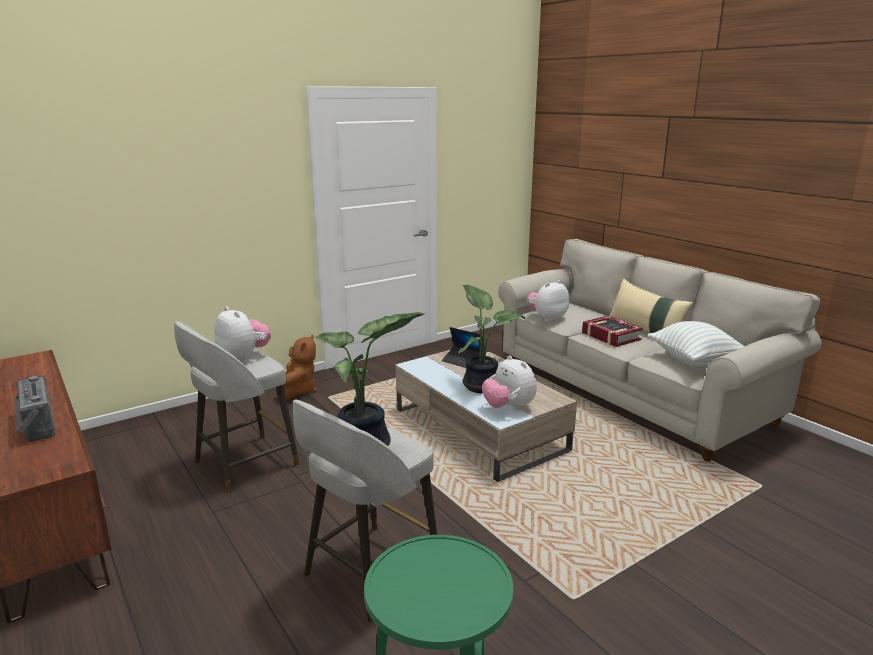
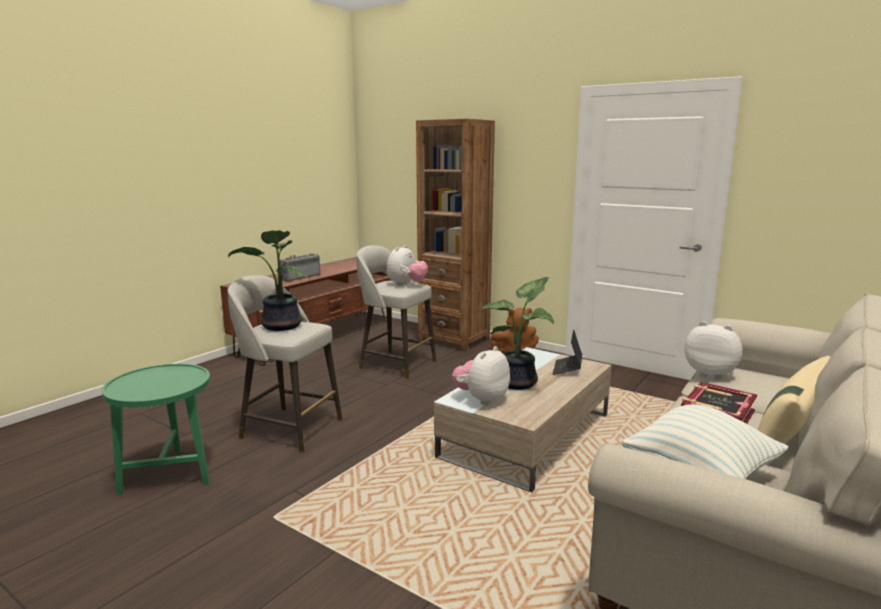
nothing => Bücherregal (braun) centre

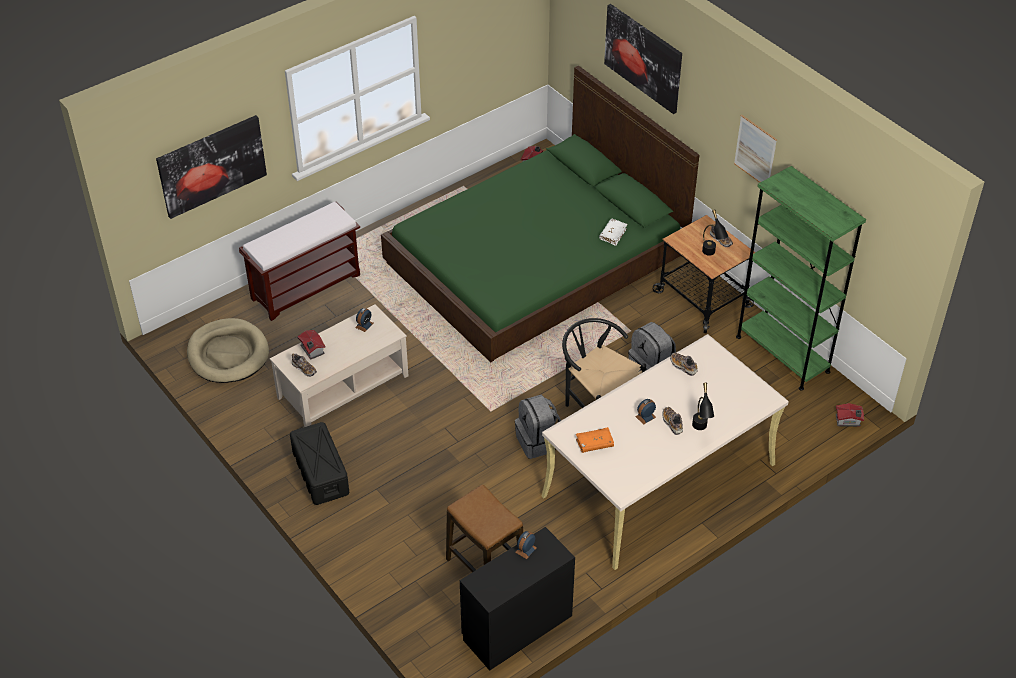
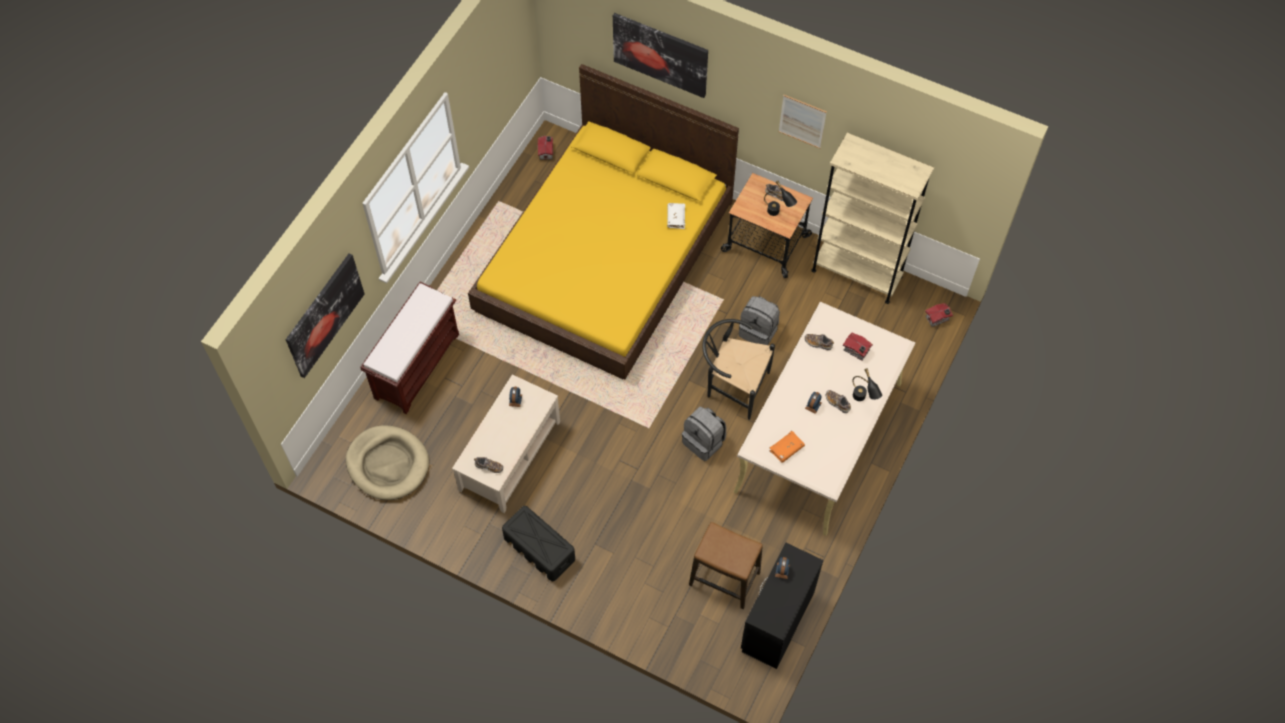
Spielzeughaus (no. 1 from left in the first image) middle left => Spielzeughaus (no. 2 from left) middle right, shifted
Bett (grün) top centre => Bett (gelb) top centre
Bücherregal (grün) middle right => Bücherregal (beige) top right

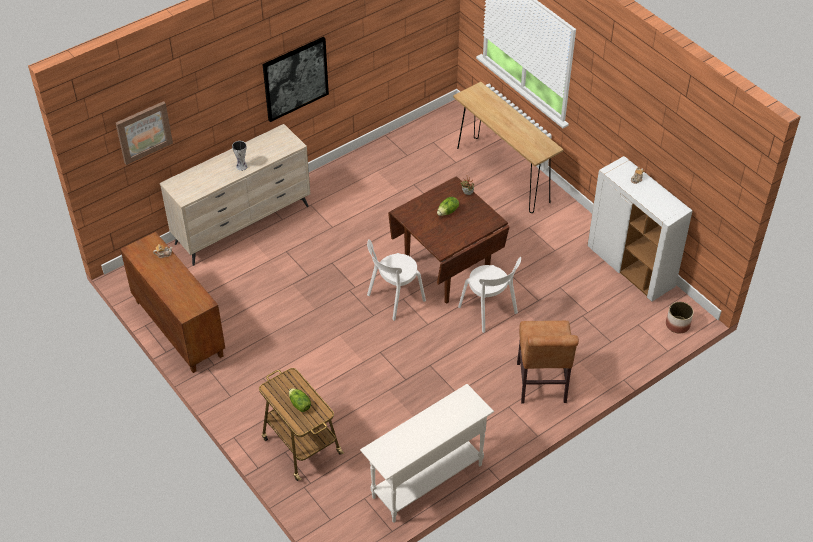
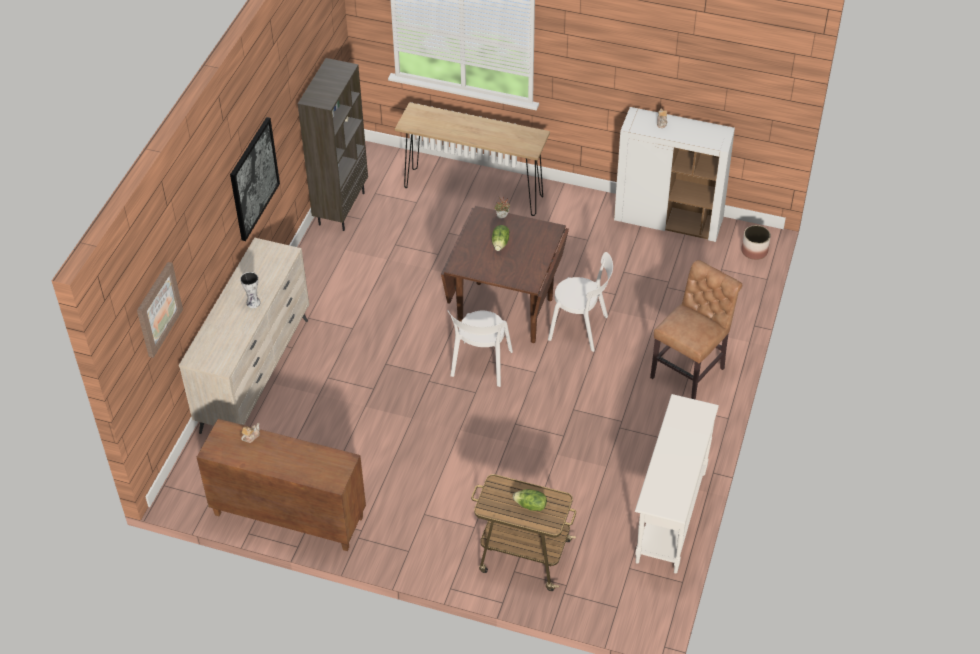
Stuhl (braun) bottom right => Stuhl (braun) middle right, 105 degrees counterclockwise
nothing => Bücherregal (braun) top centre

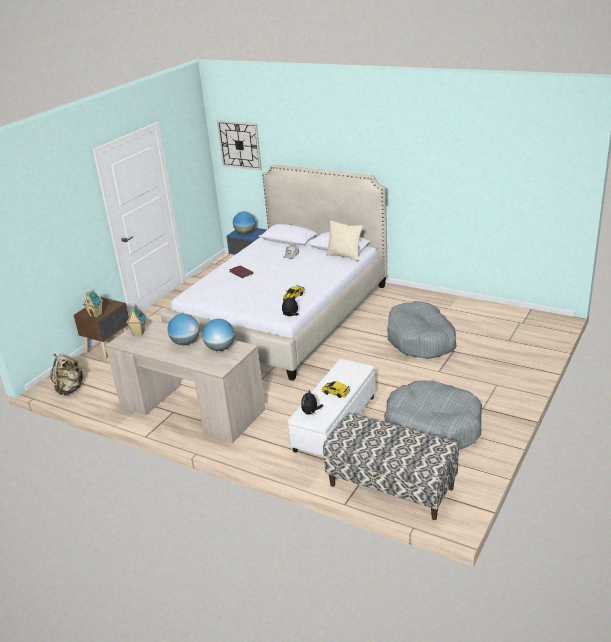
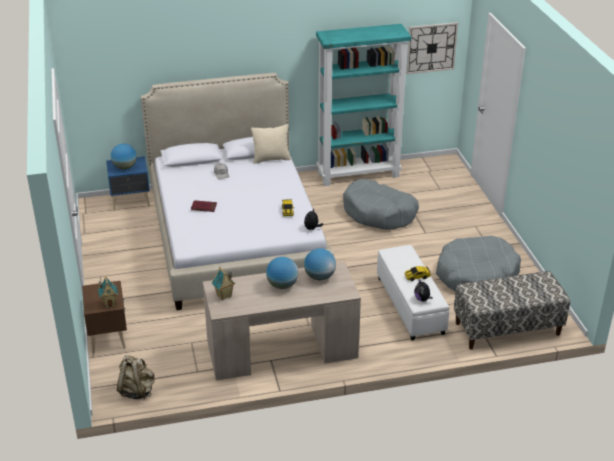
Wanduhr top centre => Wanduhr top right, shifted
nothing => Bücherregal (türkis) top centre

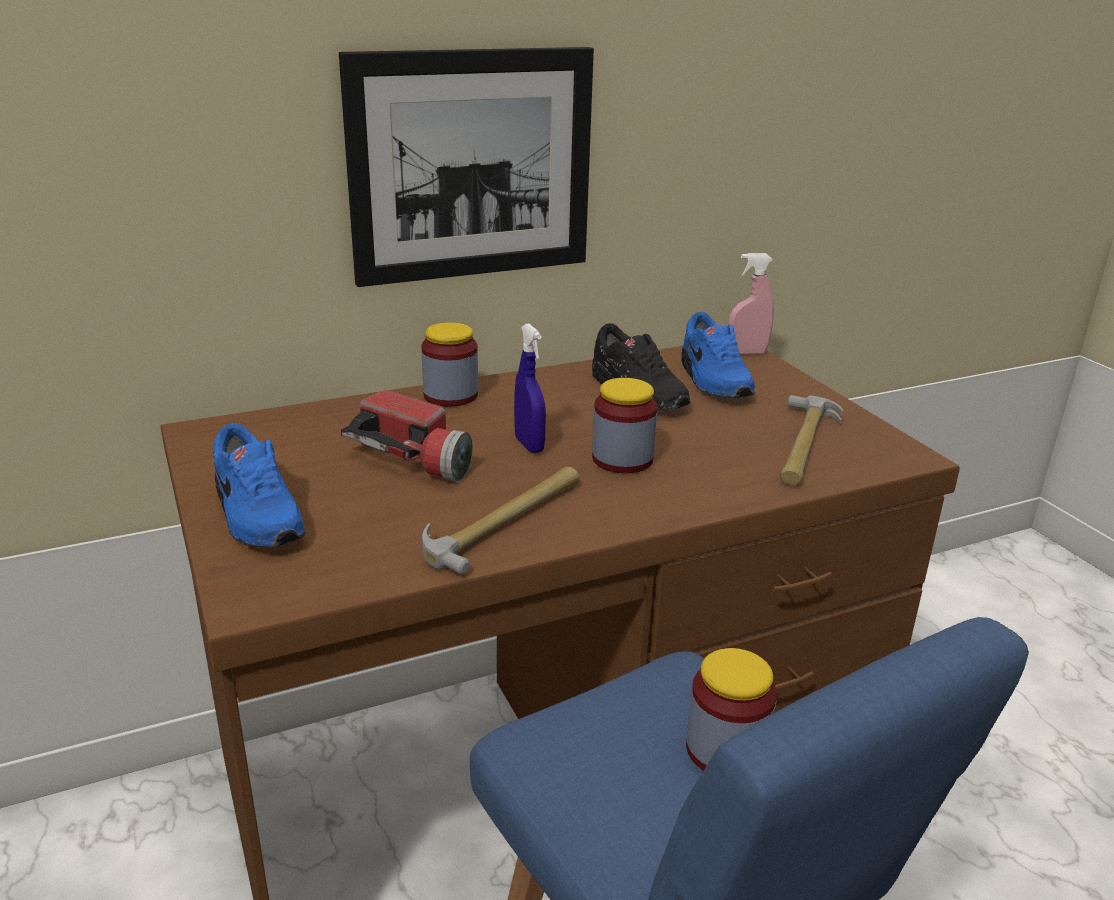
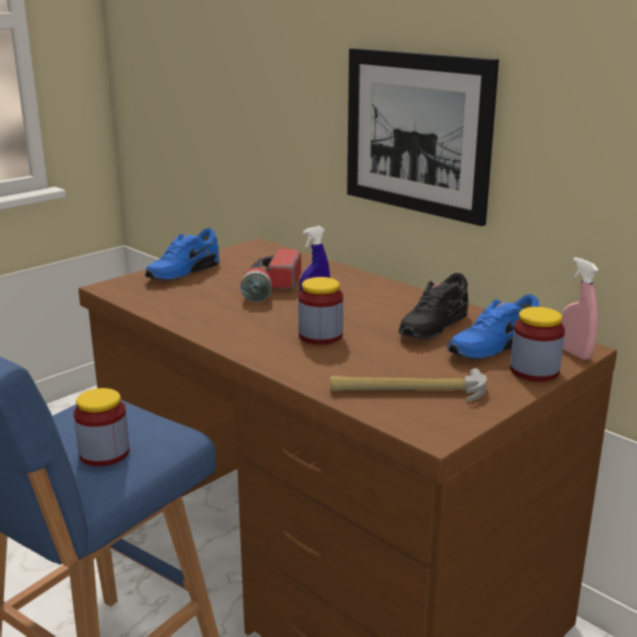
Vorratsglas (no. 1 from left in the first image) centre => Vorratsglas (no. 3 from left) middle right, shifted
Hammer (no. 1 from left) centre => nothing

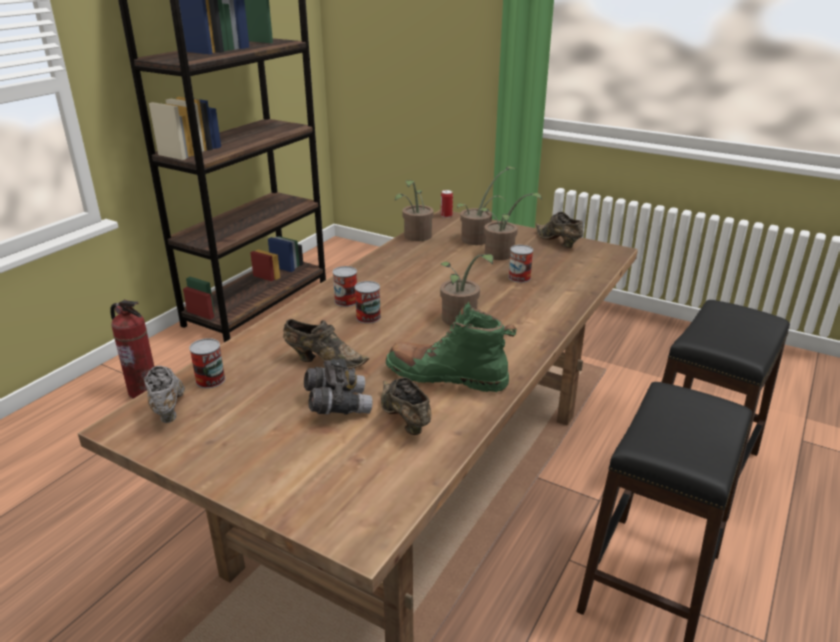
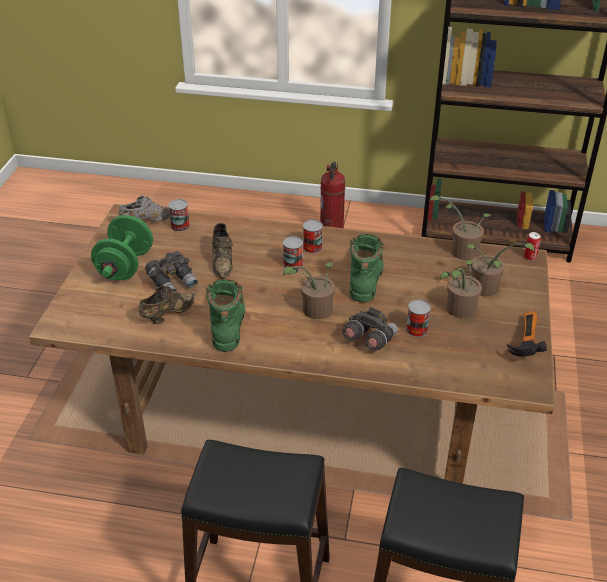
Schuh (braun) (no. 3 from left) centre => Hammer middle right
nothing => Hantel (grün) middle left
nothing => Fernglas (grau) (no. 2 from left) centre
nothing => Stiefel (grün) (no. 2 from left) centre

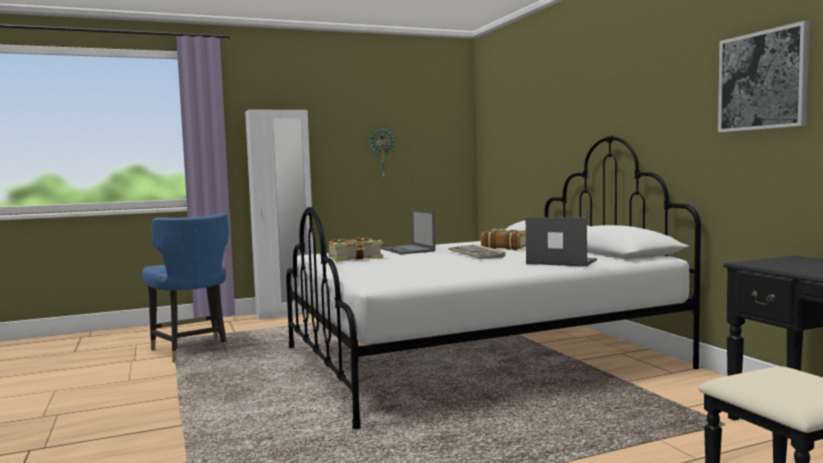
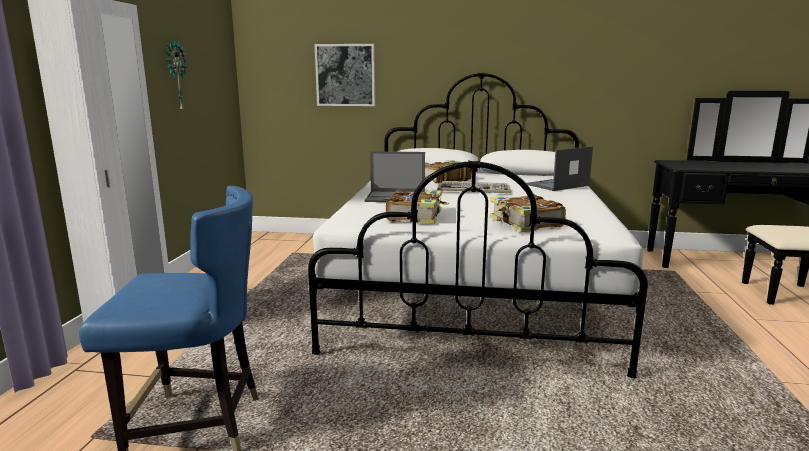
Bild top right => Bild top centre, shifted
nothing => Buch (no. 3 from left) centre

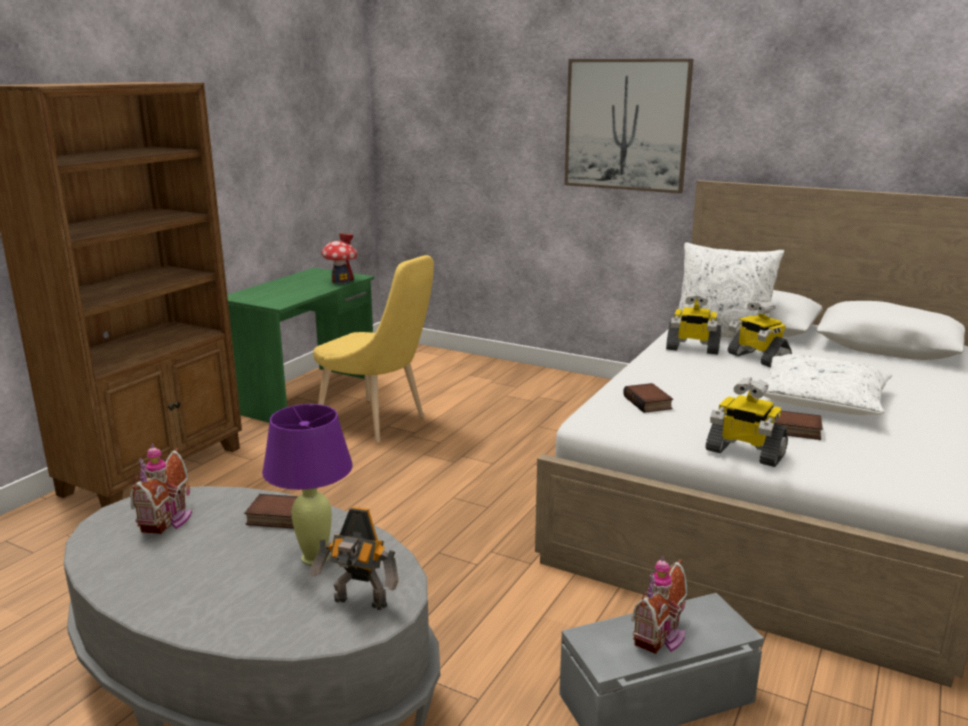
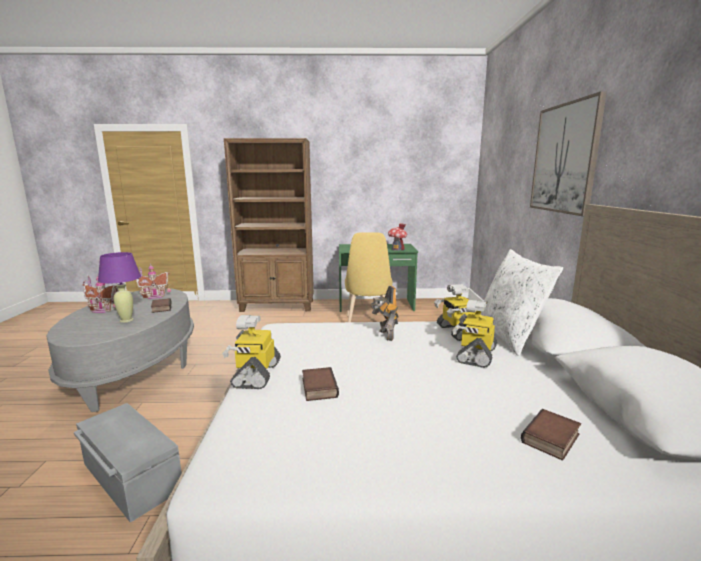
Spielzeugroboter (no. 1 from left in the first image) bottom centre => Spielzeugroboter (no. 2 from left) centre, shifted
Buch (no. 2 from left in the first image) middle right => Buch (no. 3 from left) bottom right, shifted
Spielzeughaus (no. 3 from left in the first image) bottom right => Spielzeughaus (no. 1 from left) middle left, shifted
Kissen (weiß) (no. 2 from left) middle right => nothing

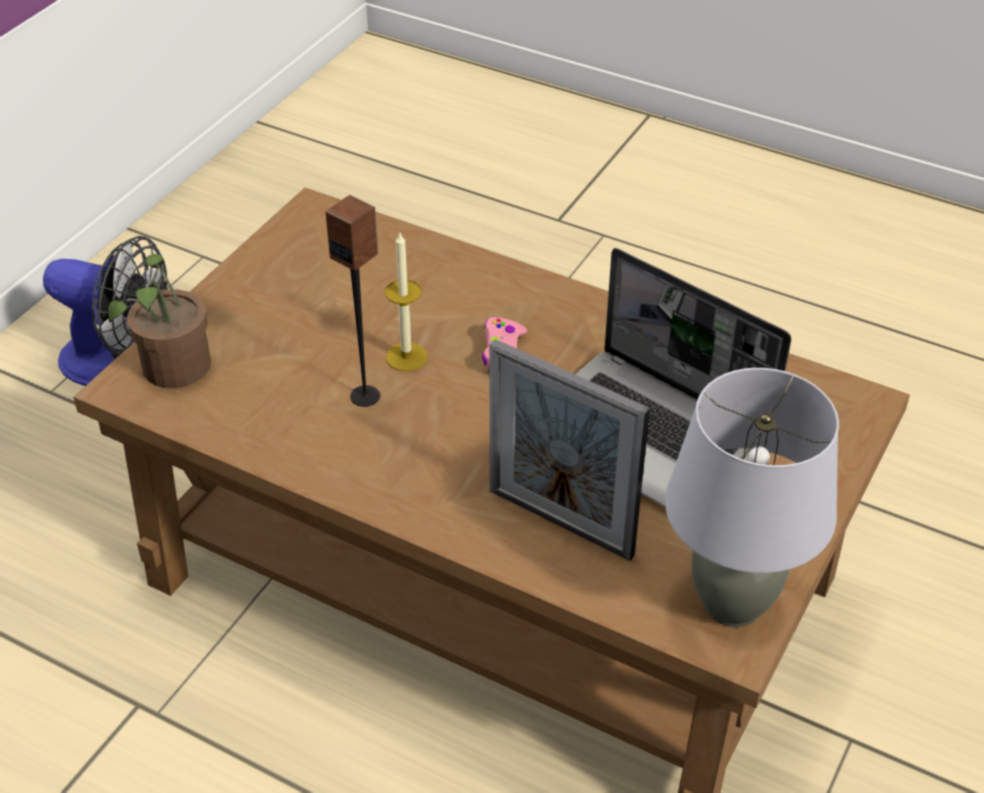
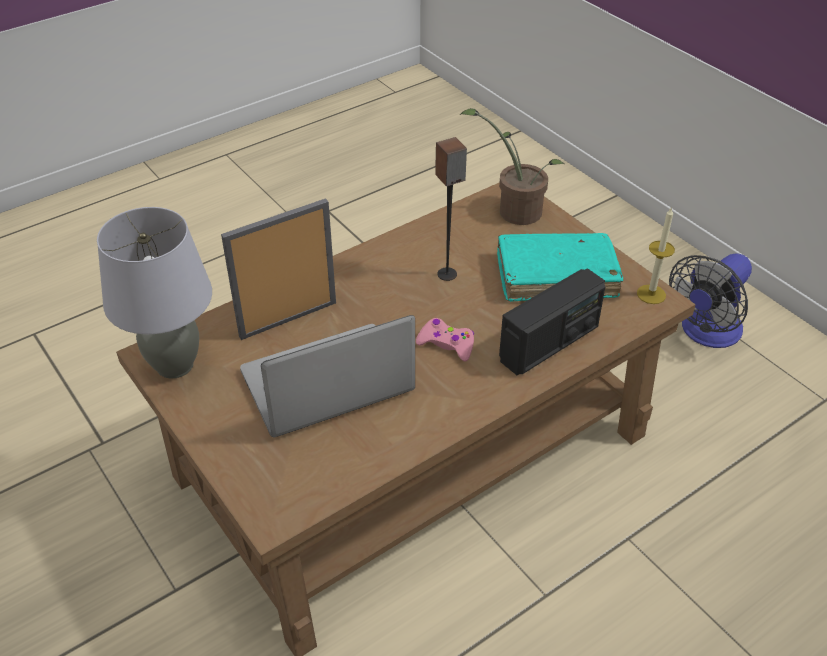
Kerze centre => Kerze middle right, shifted
nothing => Buch (türkis) middle right
nothing => Radio middle right

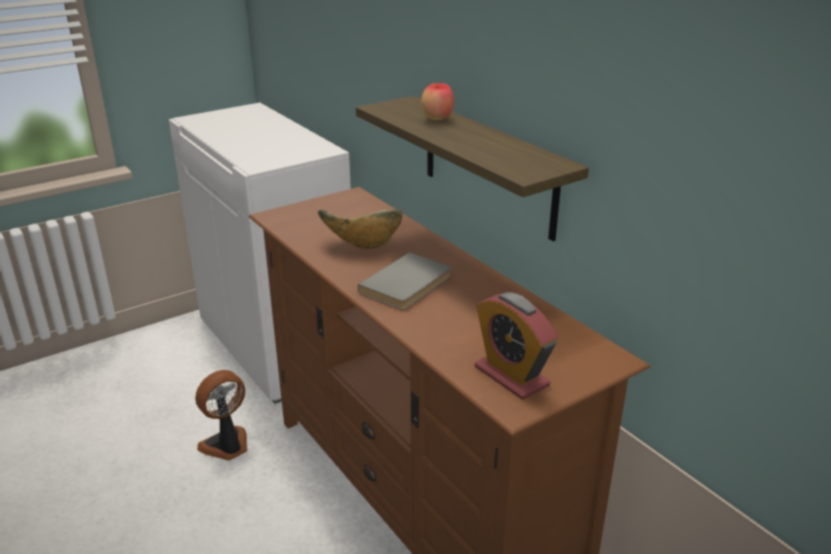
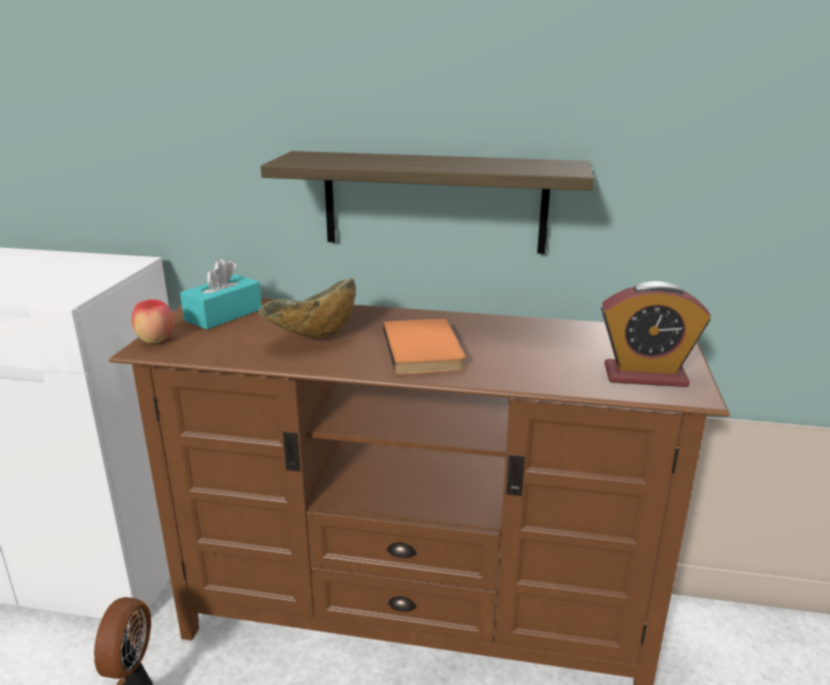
Buch (grau) centre => Buch (orange) centre
Apfel top centre => Apfel middle left, shifted
nothing => Taschentuchbox (türkis) middle left

